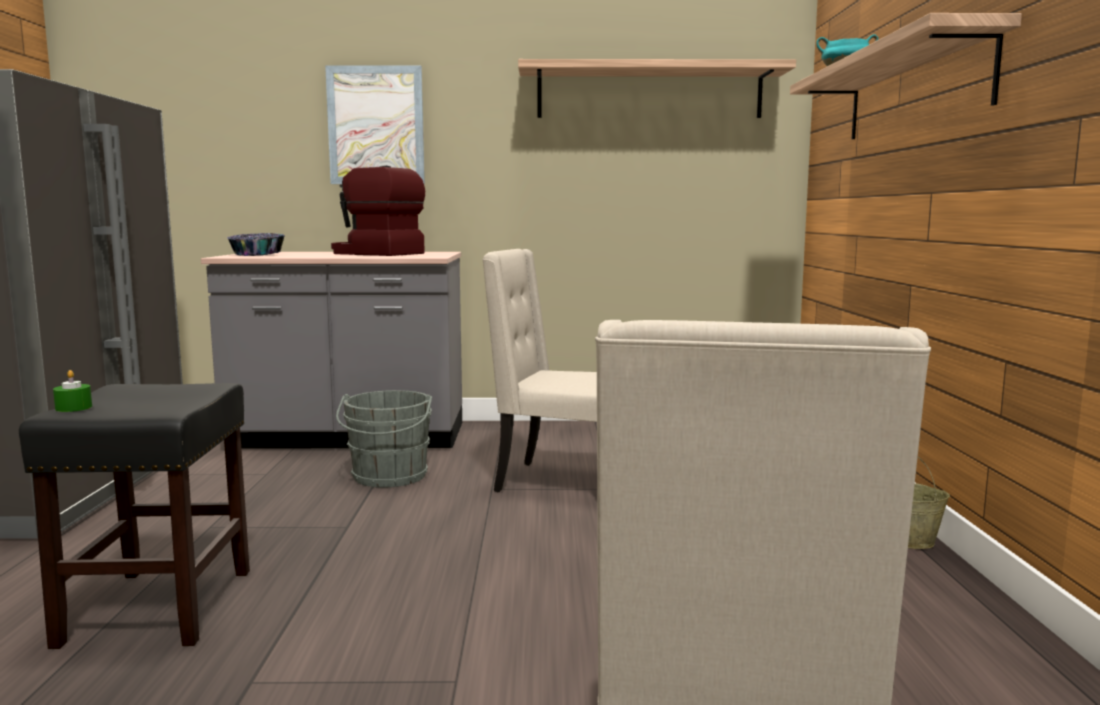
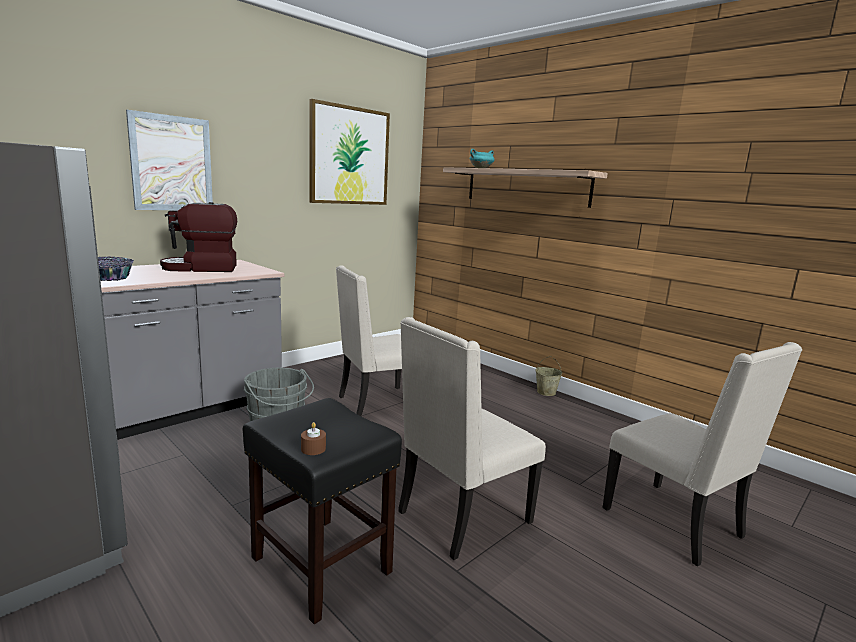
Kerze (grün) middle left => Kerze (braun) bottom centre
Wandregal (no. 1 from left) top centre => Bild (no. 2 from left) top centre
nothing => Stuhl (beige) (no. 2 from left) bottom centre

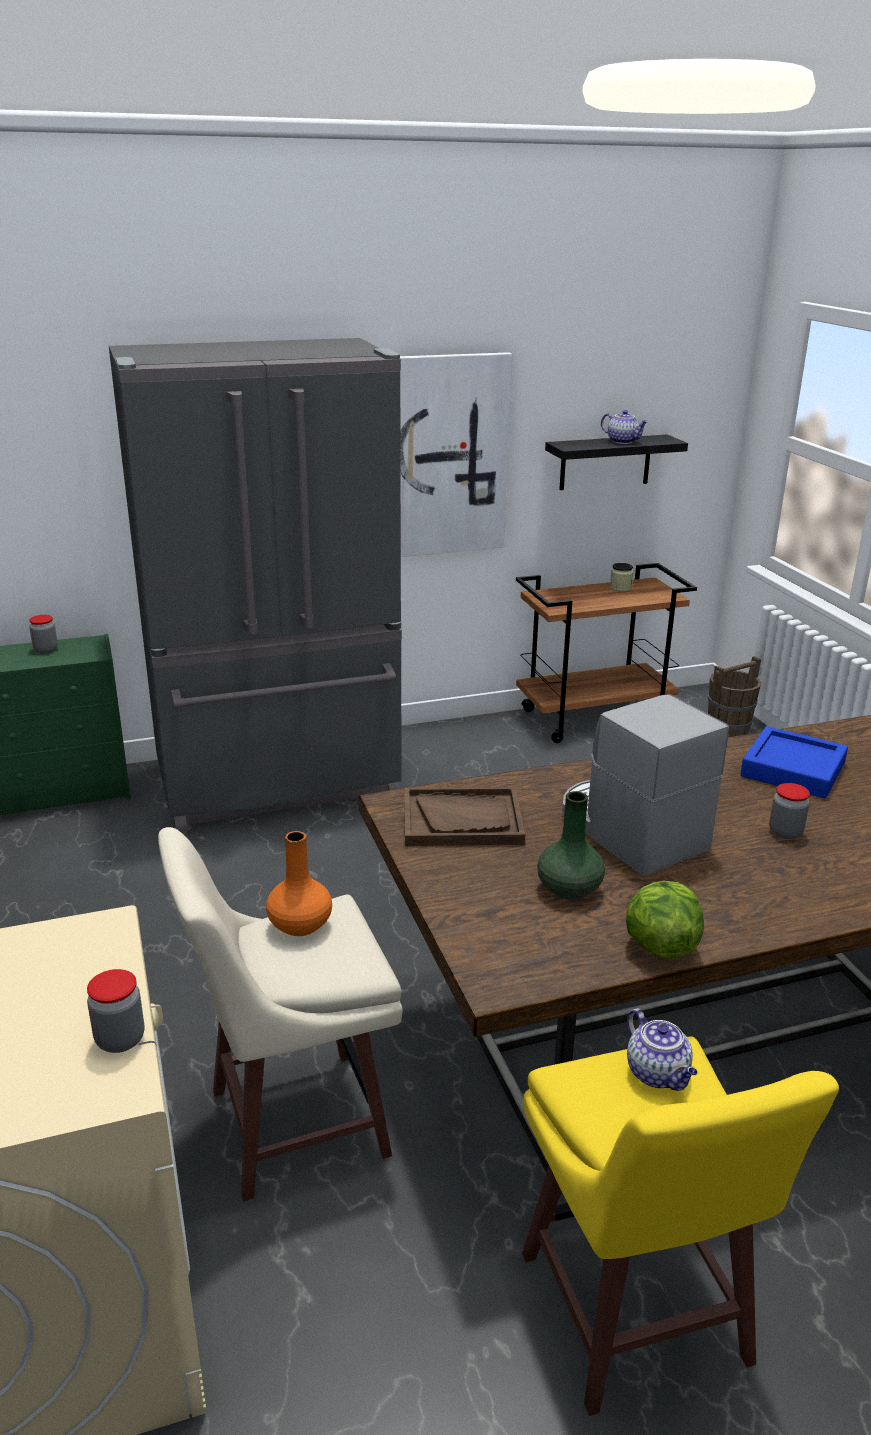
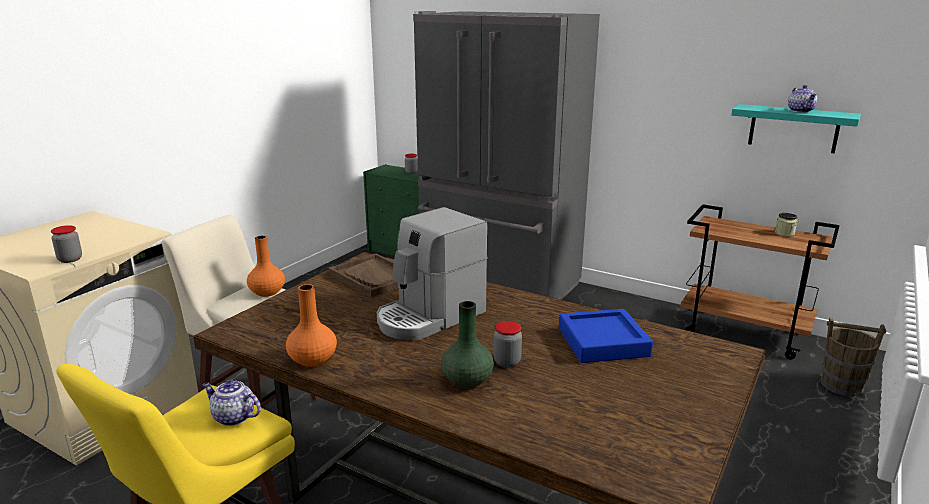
Bild top centre => nothing
Vase (grün) centre => Vase (grün) bottom centre, shifted
Wandregal (schwarz) top right => Wandregal (türkis) top right
Kaffeemaschine middle right => Kaffeemaschine centre, 150 degrees counterclockwise
Salatkopf middle right => Vase (orange) (no. 2 from left) centre
Teekanne (no. 2 from left in the first image) bottom right => Teekanne (no. 1 from left) bottom left, 90 degrees clockwise

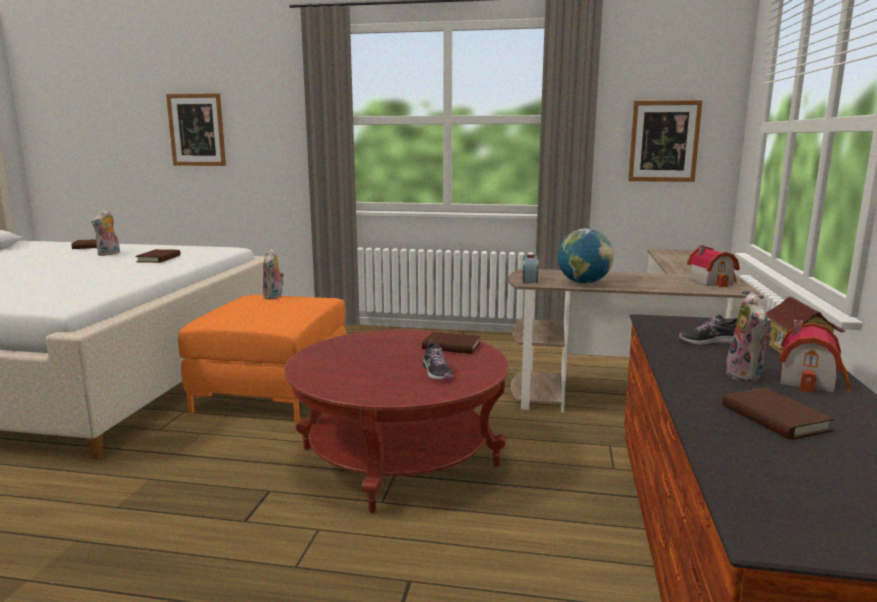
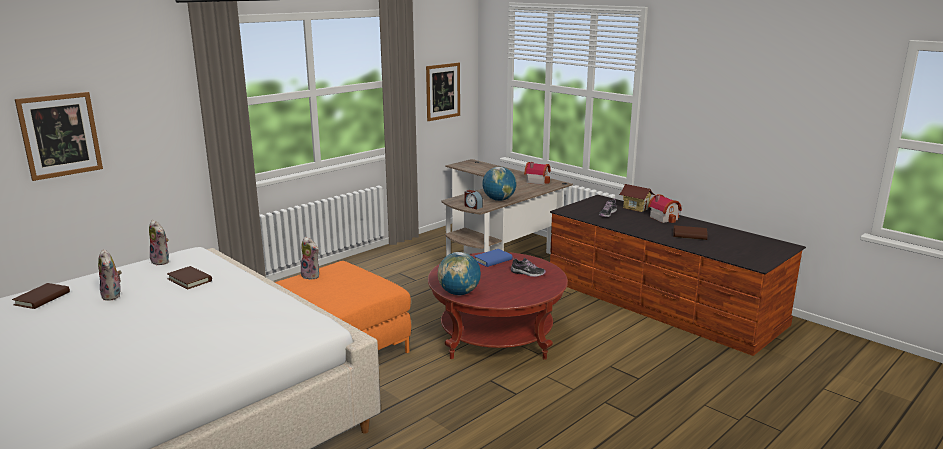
Buch (braun) (no. 3 from left) centre => Buch (blau) centre
Plüschtier (no. 3 from left in the first image) middle right => Plüschtier (no. 2 from left) middle left, shifted
nothing => Globus (no. 1 from left) centre

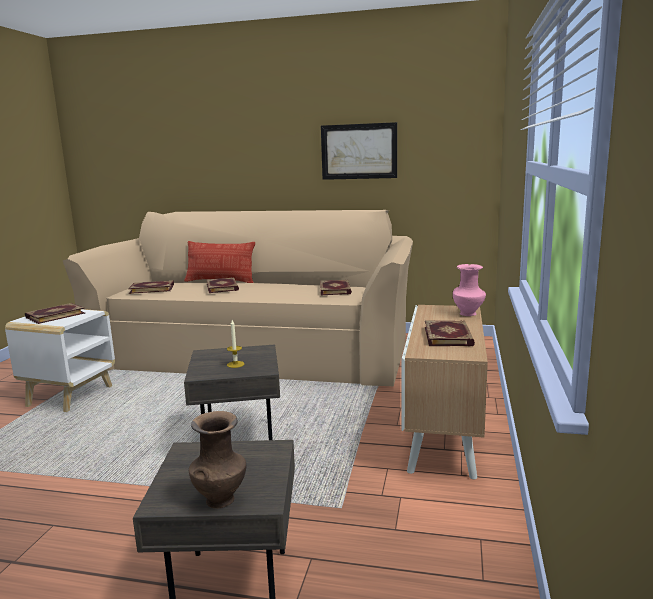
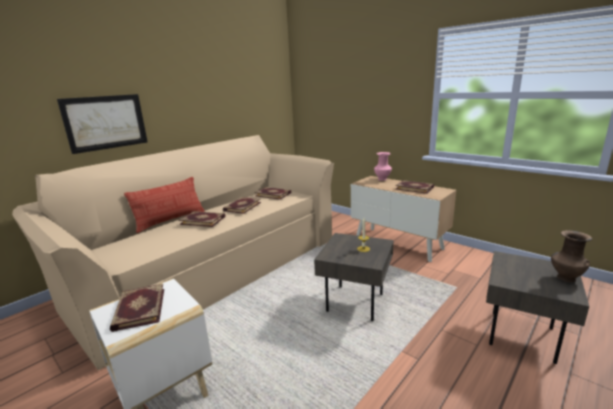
Buch (no. 2 from left in the first image) middle left => Buch (no. 3 from left) centre, shifted
Bild top centre => Bild top left, shifted

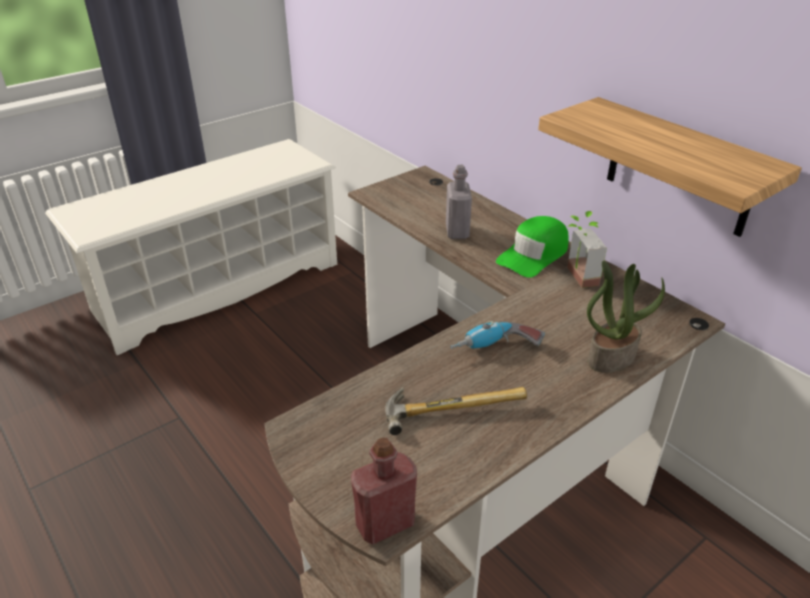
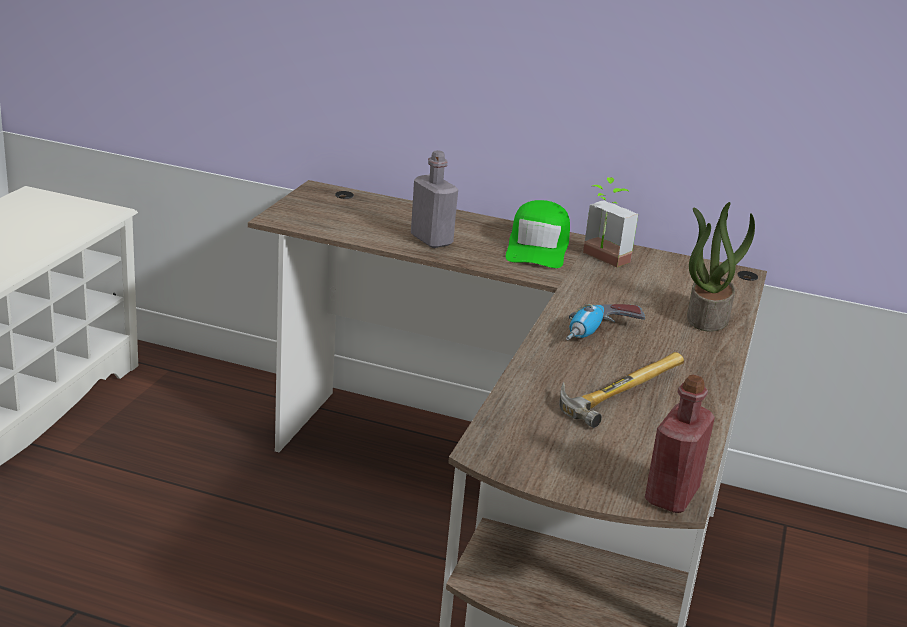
Wandregal top right => nothing

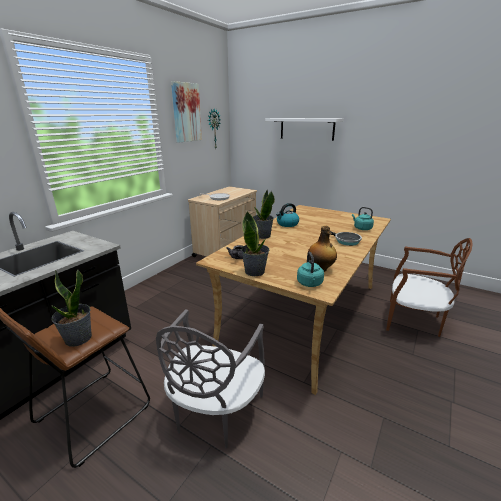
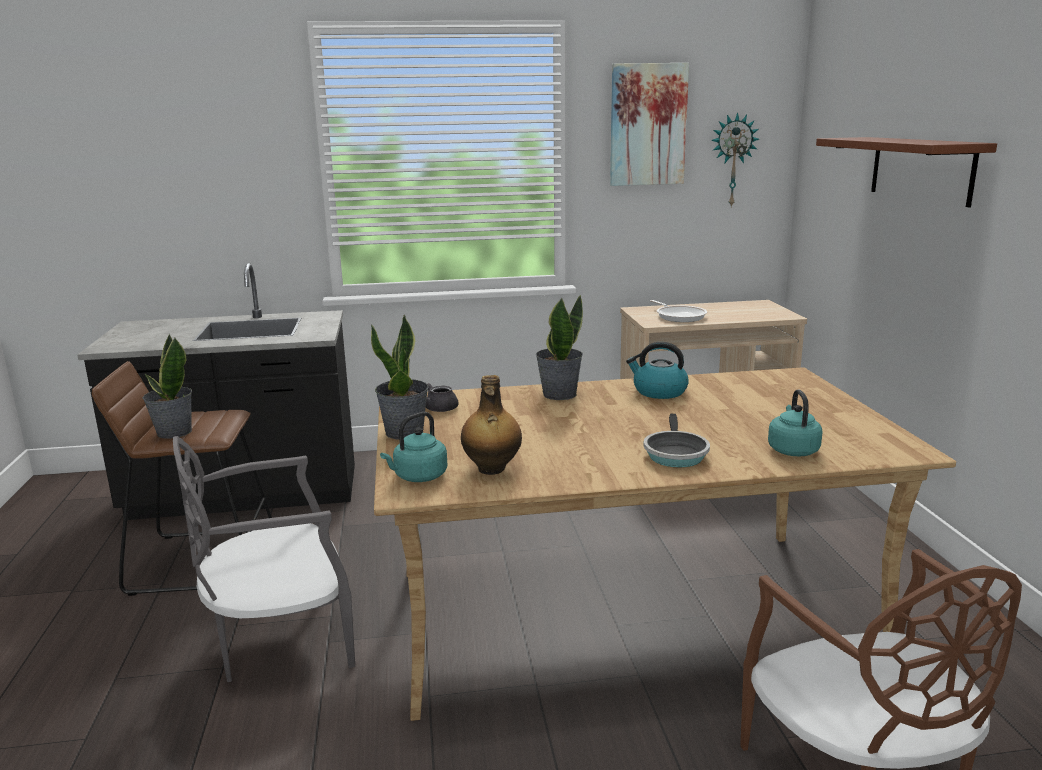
Wandregal (weiß) top centre => Wandregal (braun) top right

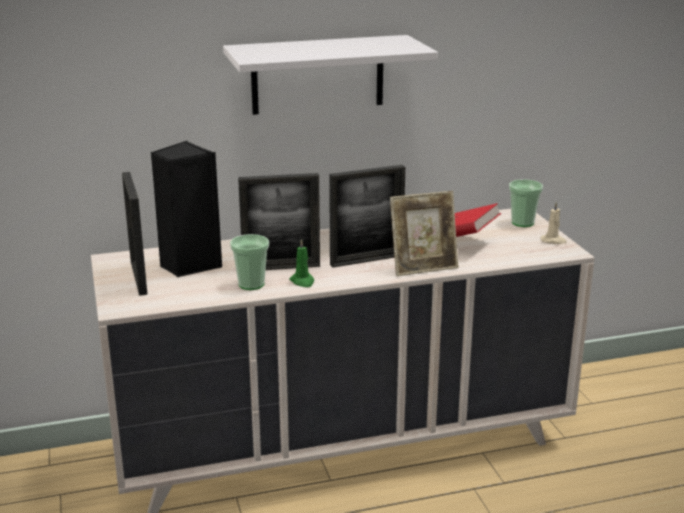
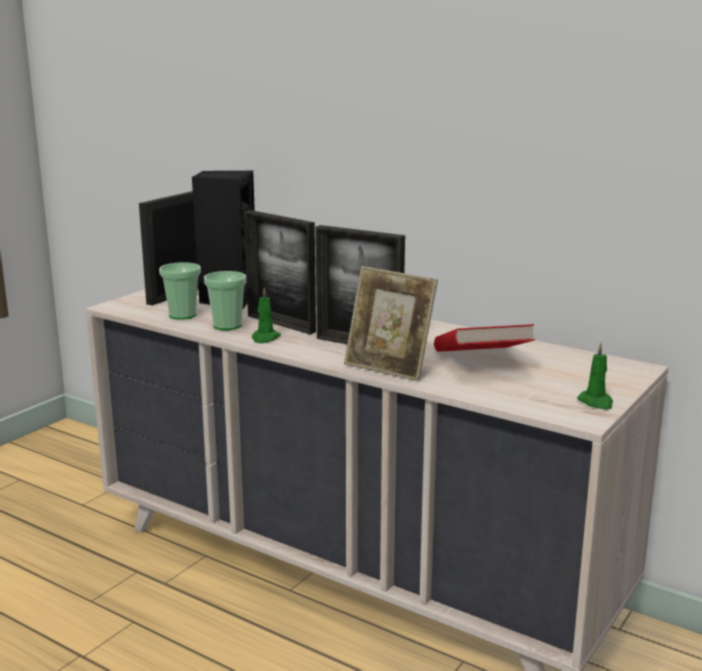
Wandregal (weiß) top centre => nothing
Tasse (no. 2 from left in the first image) middle right => Tasse (no. 1 from left) middle left, shifted
Kerze (beige) middle right => Kerze (grün) (no. 2 from left) middle right

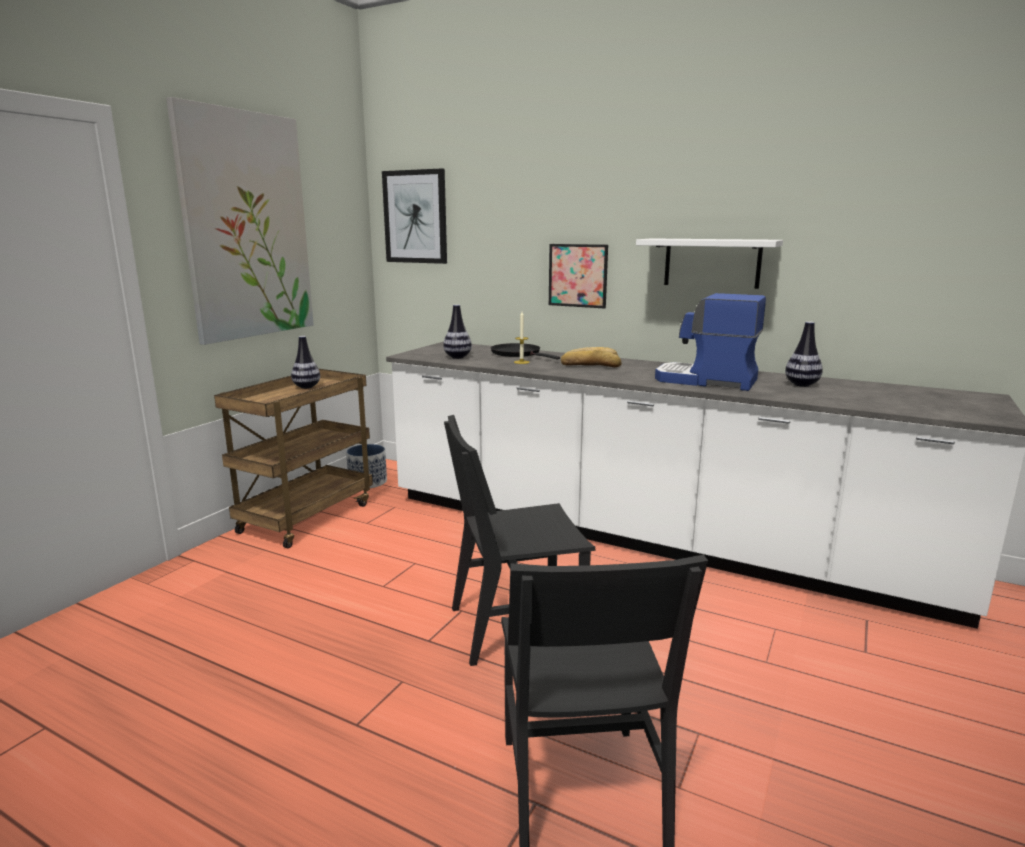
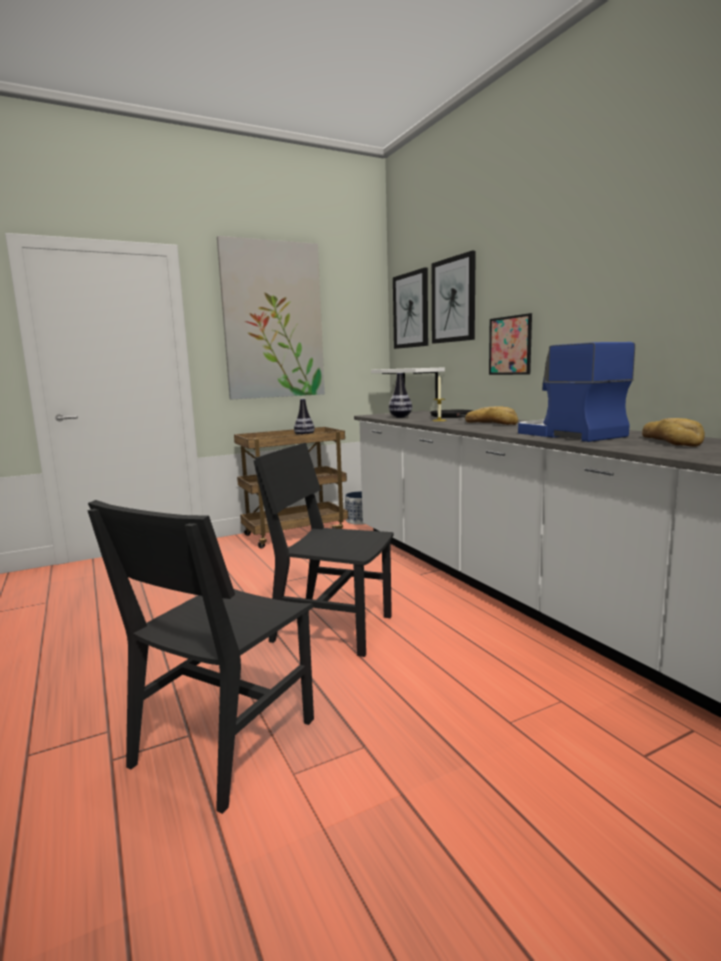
Wandregal (weiß) top right => Wandregal (weiß) centre, shifted
Vase (no. 3 from left) middle right => Brot (no. 2 from left) middle right
nothing => Bild (no. 3 from left) top centre

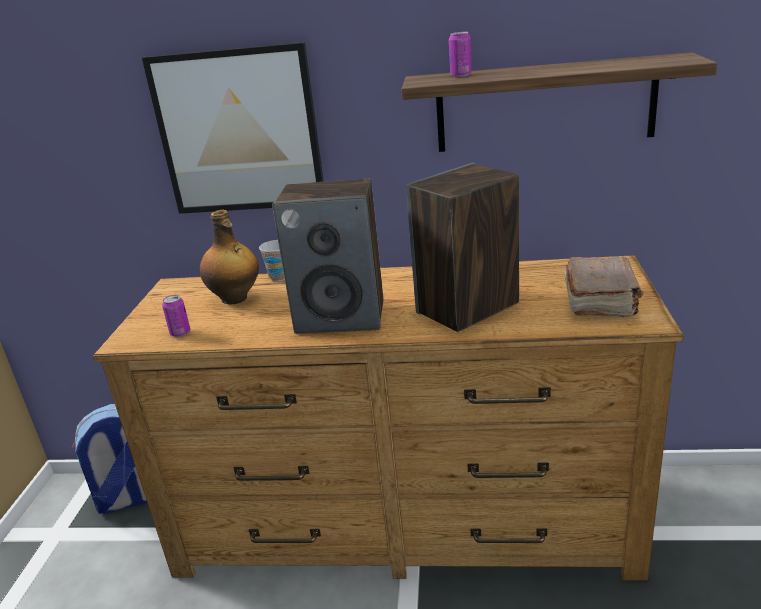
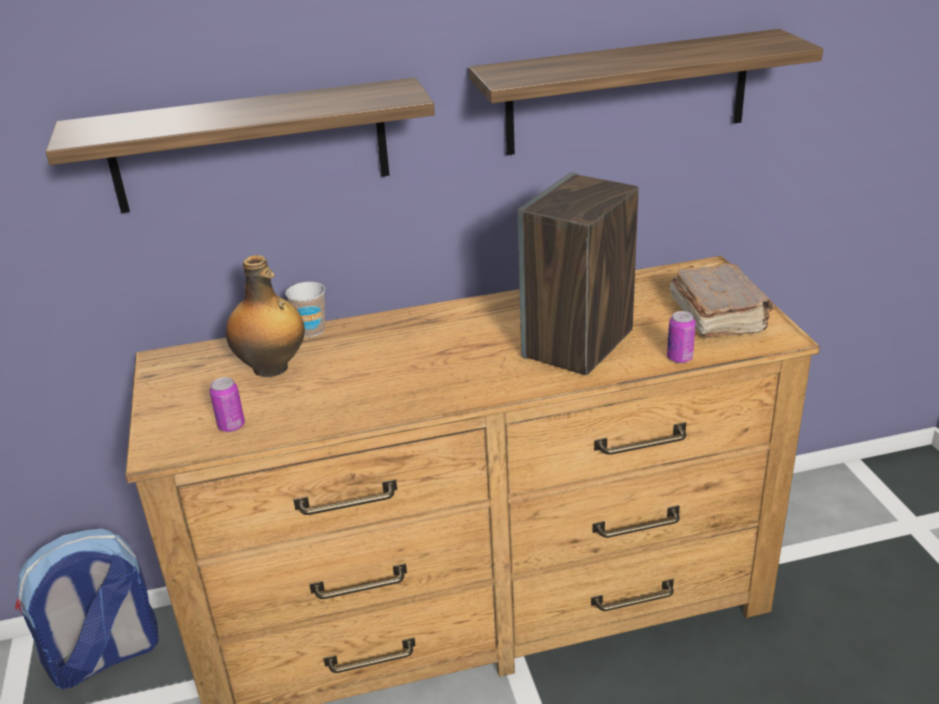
Bild top left => Wandregal (no. 1 from left) top left
Lautsprecher (no. 1 from left) centre => nothing
Dose (no. 2 from left) top centre => Dose (no. 2 from left) middle right, shifted

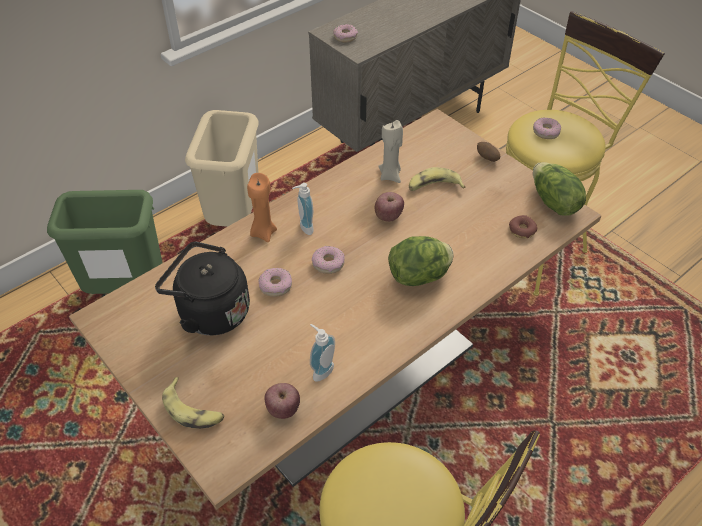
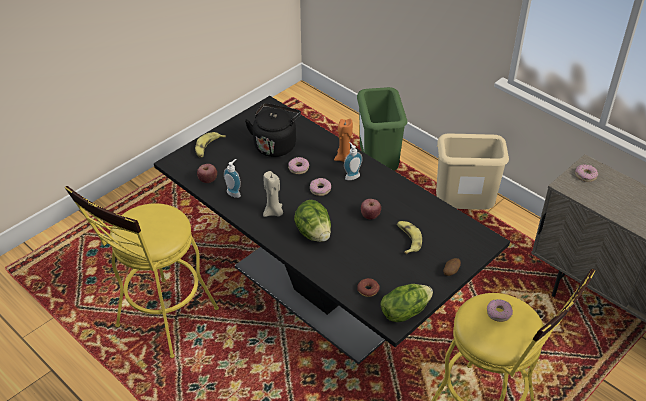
Esstisch (beige) centre => Esstisch (schwarz) centre
Kerze (beige) top centre => Kerze (beige) centre, shifted

